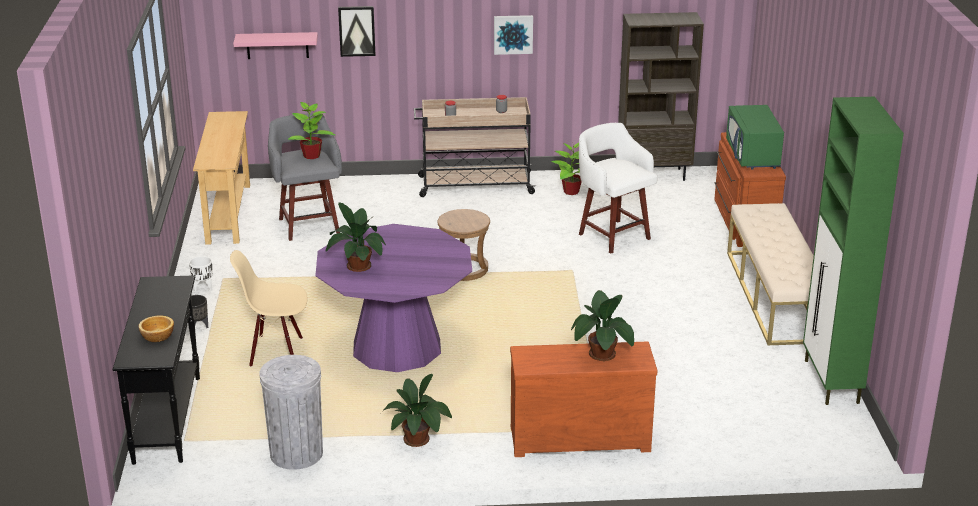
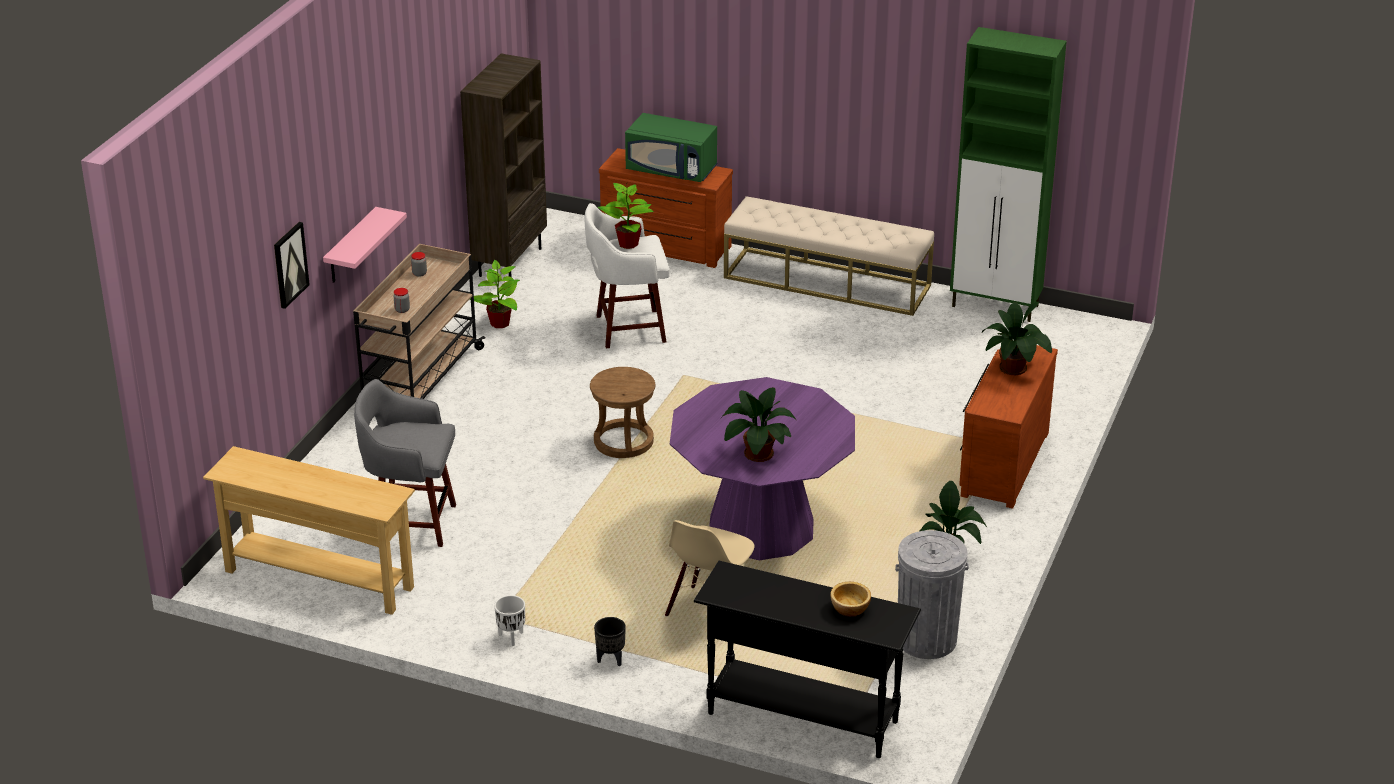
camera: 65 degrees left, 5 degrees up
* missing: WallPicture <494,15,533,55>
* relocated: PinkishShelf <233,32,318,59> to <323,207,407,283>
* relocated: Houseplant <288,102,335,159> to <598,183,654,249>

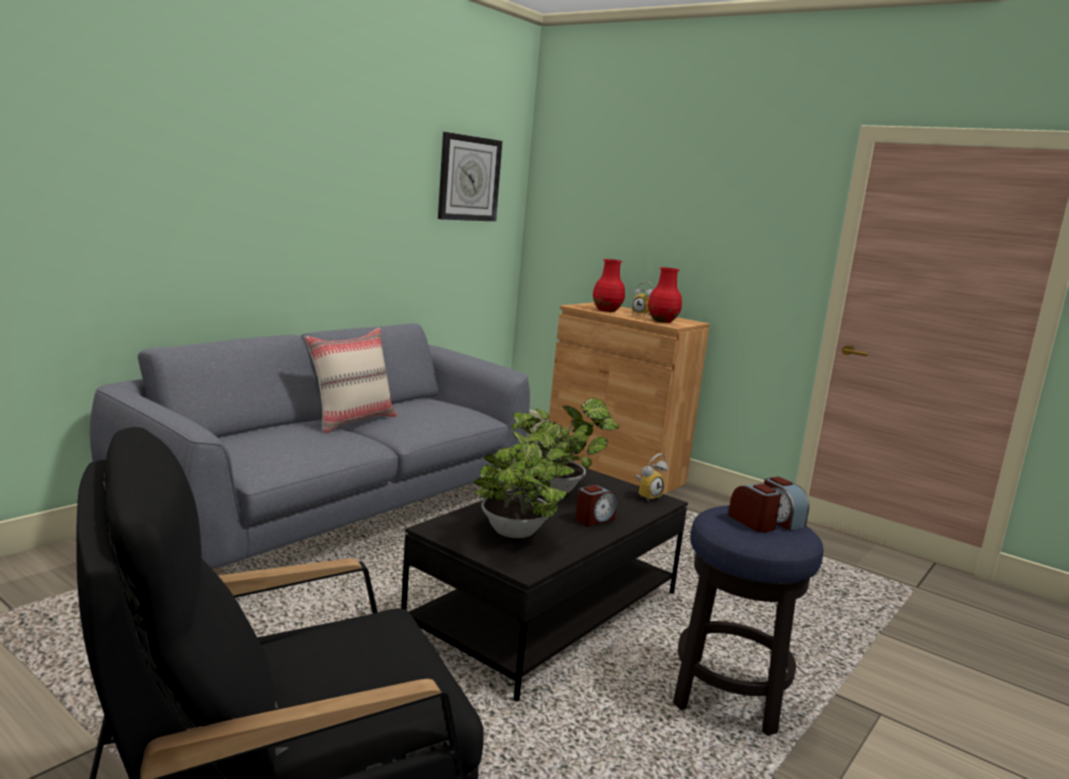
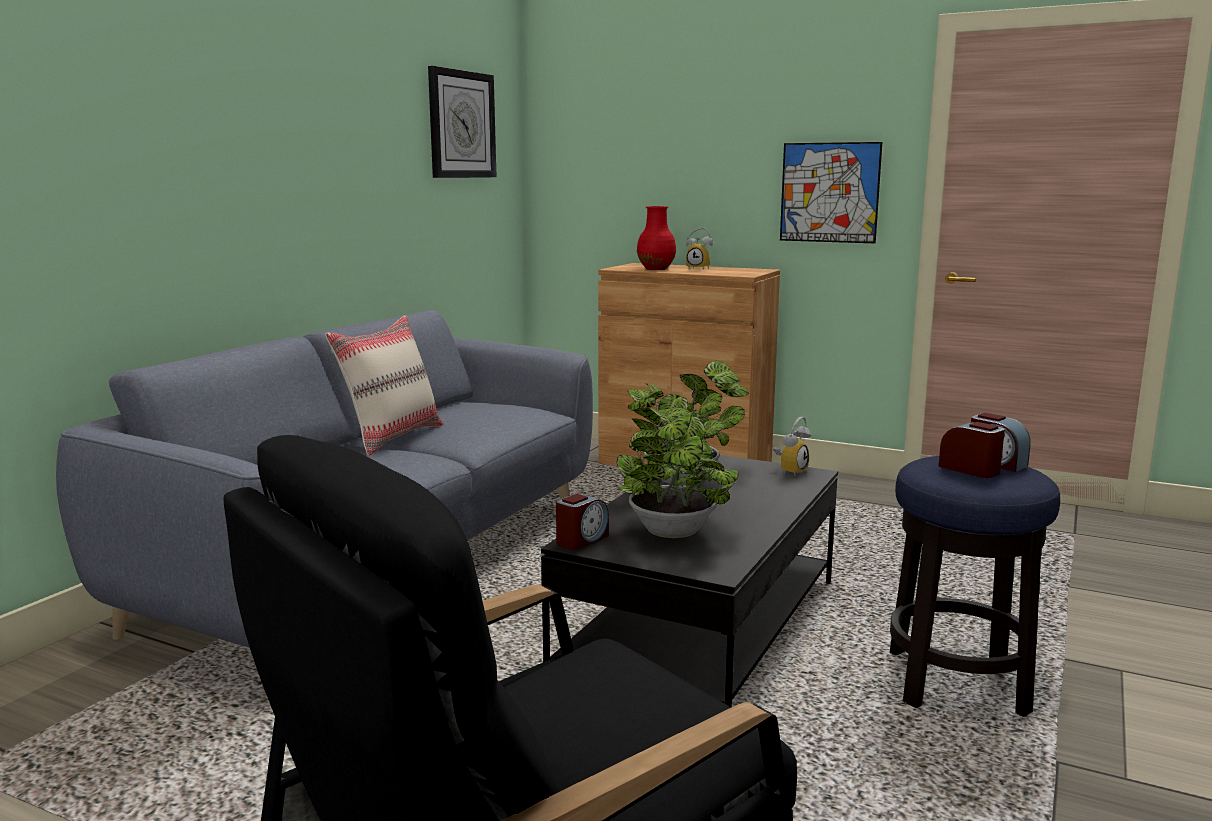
camera: 10 degrees left, 0 degrees up
* missing: ReddishDecorativeVase <648,267,682,323>
* relocated: AlarmClock <576,485,617,526> to <556,493,609,550>
* appeared: WallPicture <780,142,882,243>

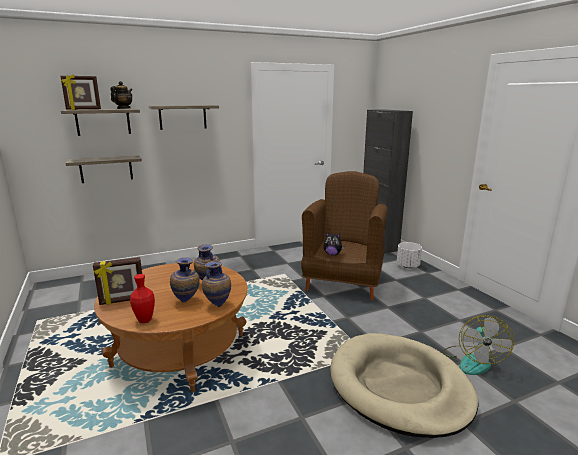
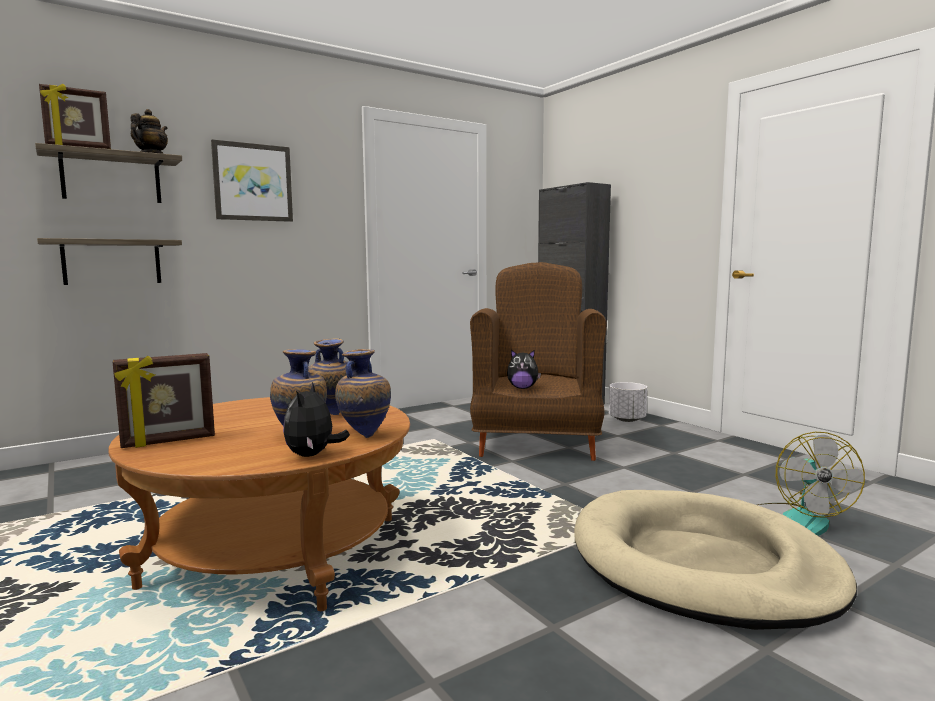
camera: 10 degrees left, 10 degrees down
* exchanged: Shelf <149,105,219,130> to WallPicture <211,139,293,222>
* missing: ReddishDecorativeVase <130,274,155,323>
* appeared: SoftToy <283,382,350,457>

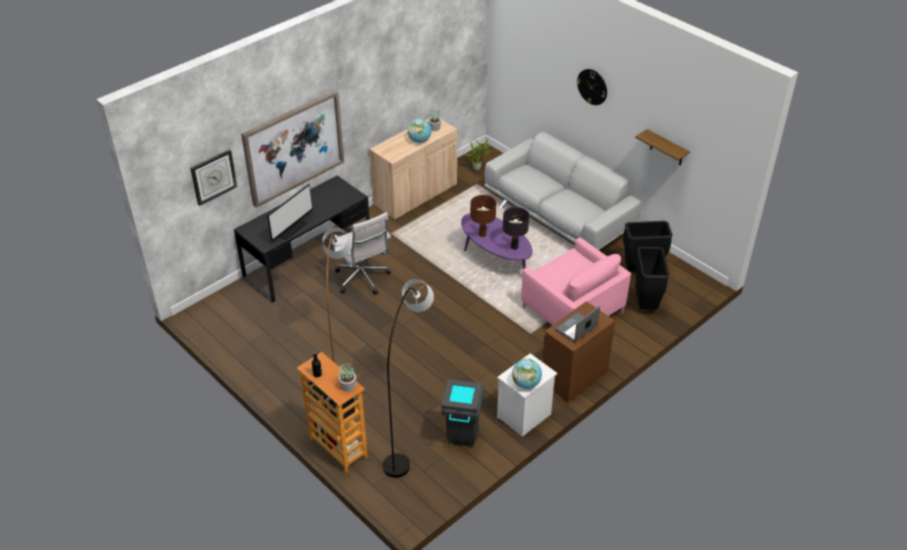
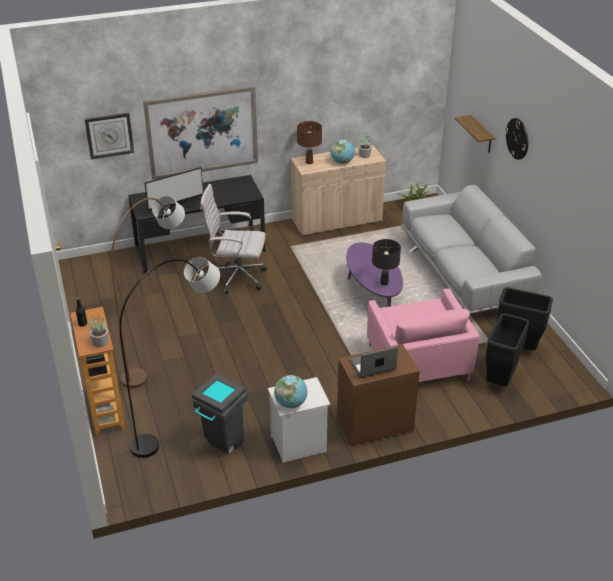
camera: 25 degrees right, 5 degrees down
* relocated: Shelf <635,129,690,165> to <455,115,495,153>
* relocated: BrownishTabletopLamp <470,195,496,237> to <297,121,322,164>
* spun: WhitishDeskChair <331,212,391,295> = <200,184,267,294> 105 degrees clockwise

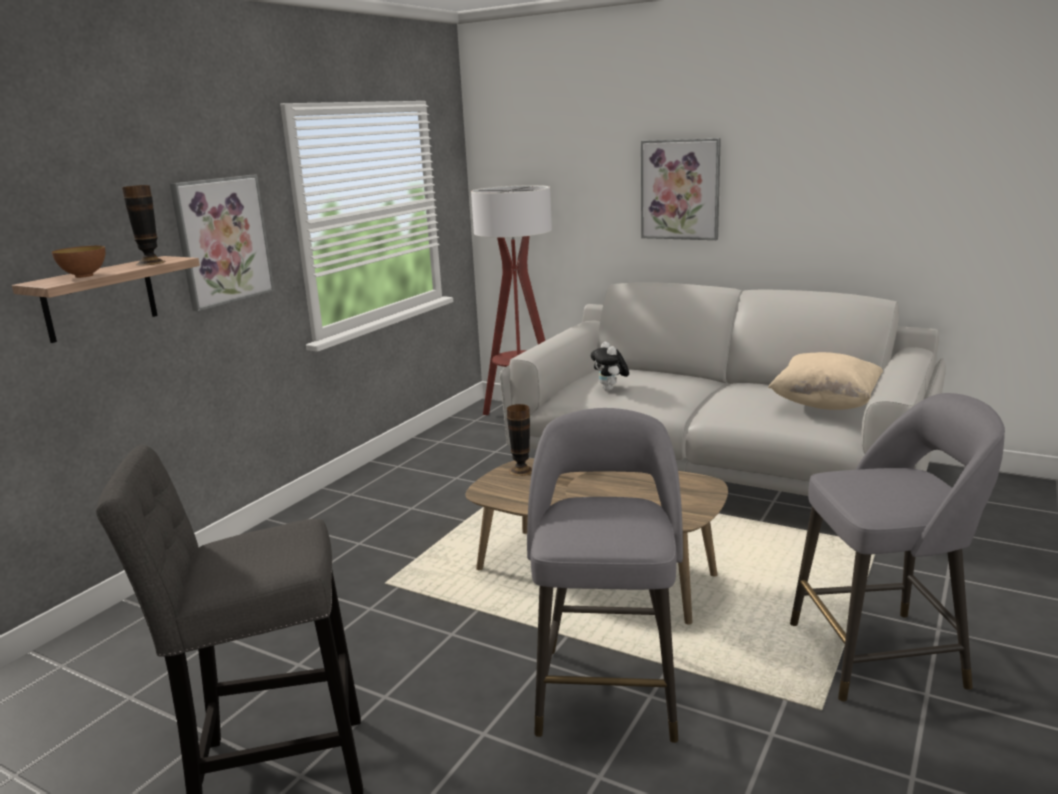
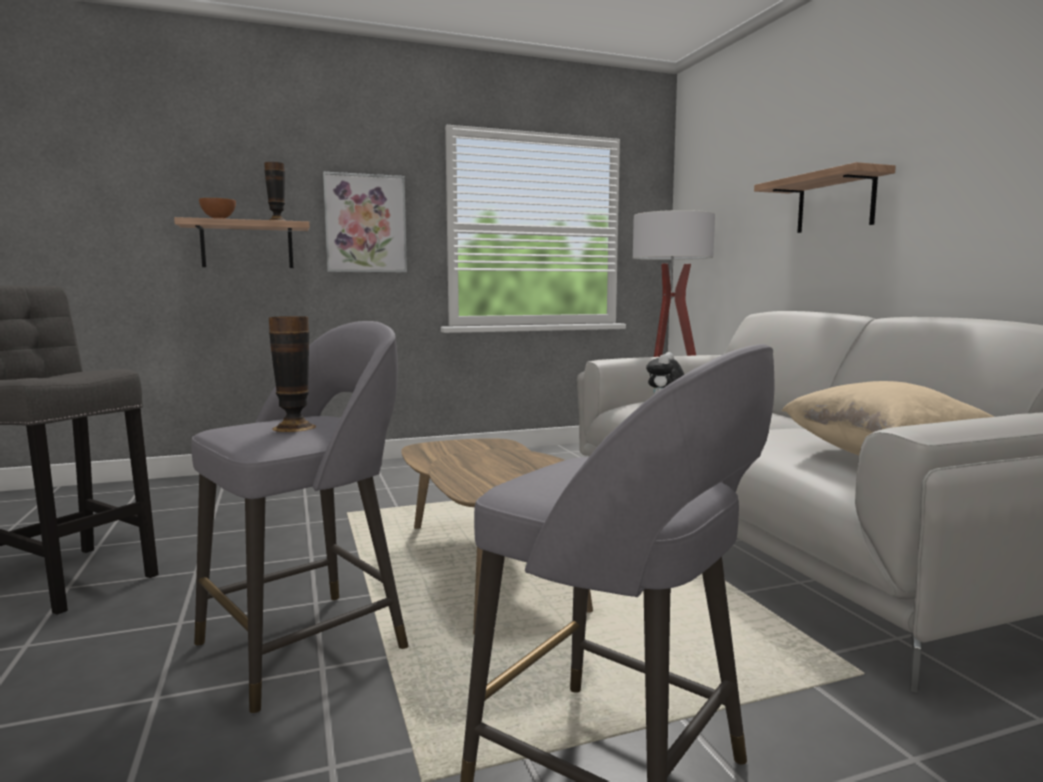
camera: 40 degrees right, 10 degrees down
* exchanged: WallPicture <641,138,721,240> to Shelf <754,162,896,233>
* relocated: DecorativeVase <507,404,532,476> to <269,316,316,432>

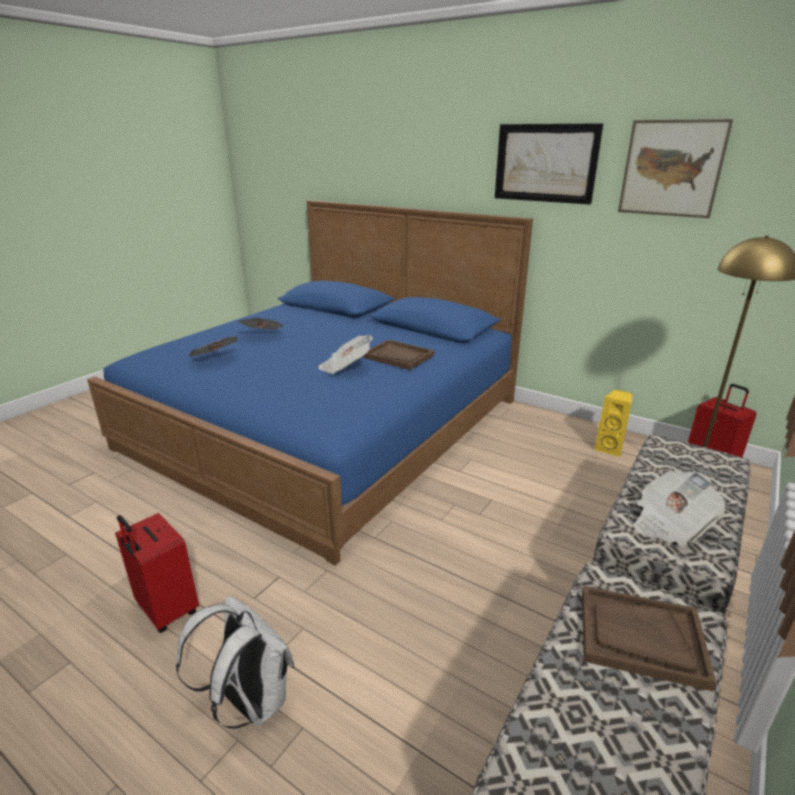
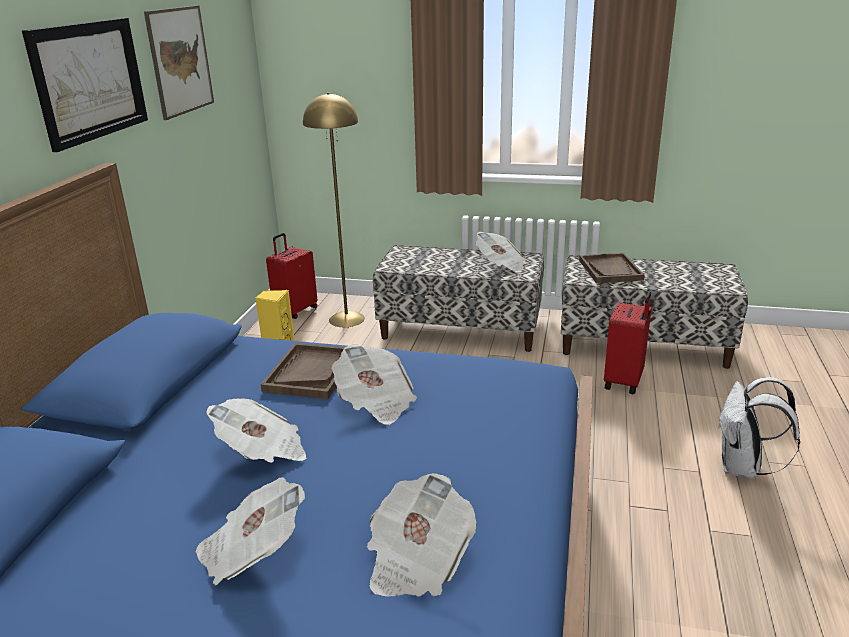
camera: 110 degrees left, 0 degrees up
* relocated: ReddishSuitcase <115,513,199,633> to <604,292,652,394>
* appeared: Newspaper <207,398,307,463>

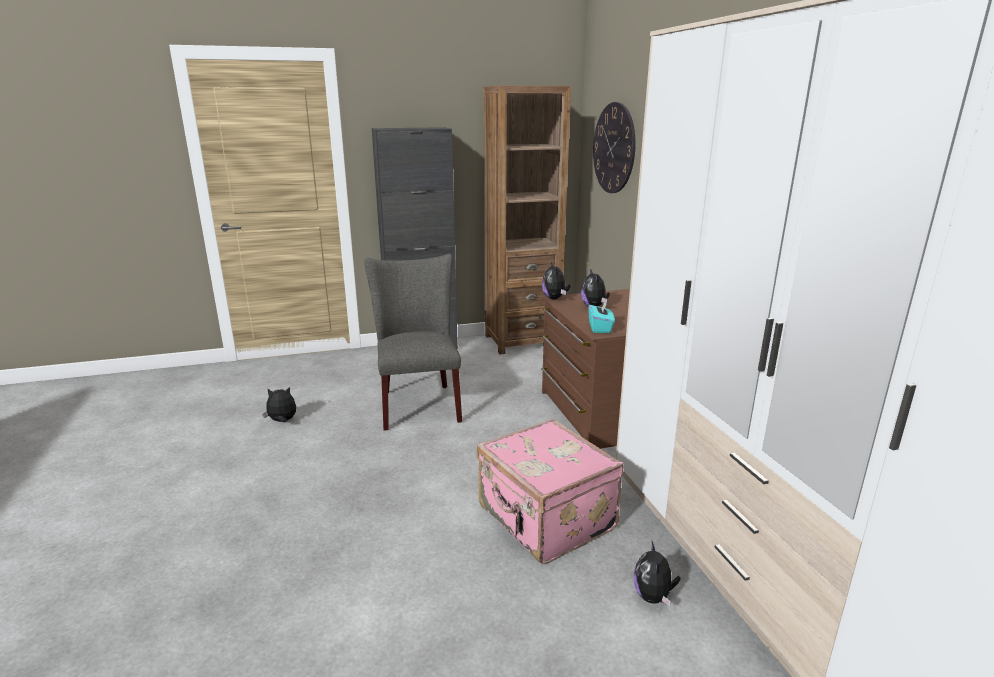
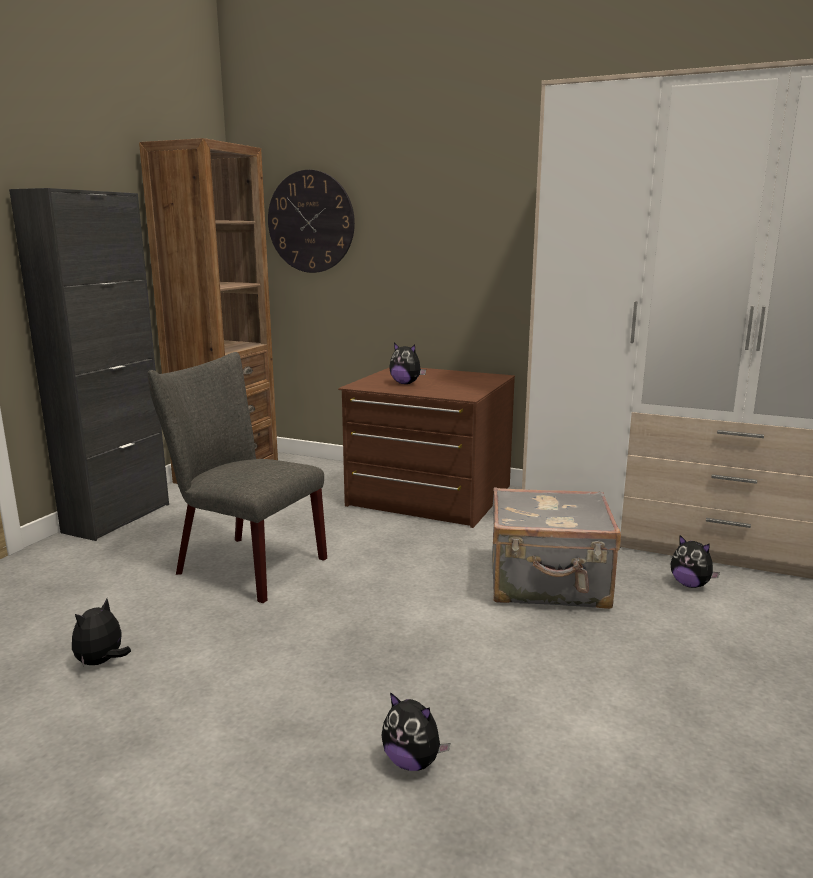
camera: 50 degrees left, 5 degrees down
* relocated: SoftToy <542,262,570,299> to <382,692,450,771>
* missing: TurquoiseColouredBoxOfTissues <588,301,615,333>
* colour: PinkishSuitcase <477,419,624,564> to GraySuitcase <492,487,621,609>

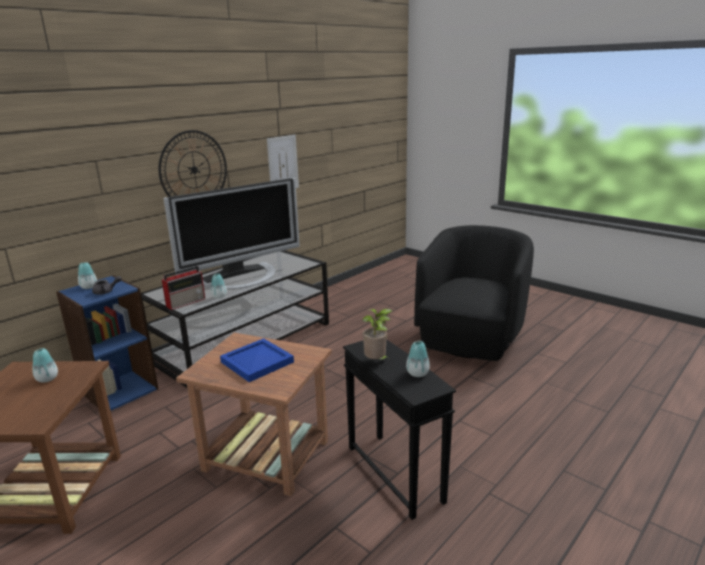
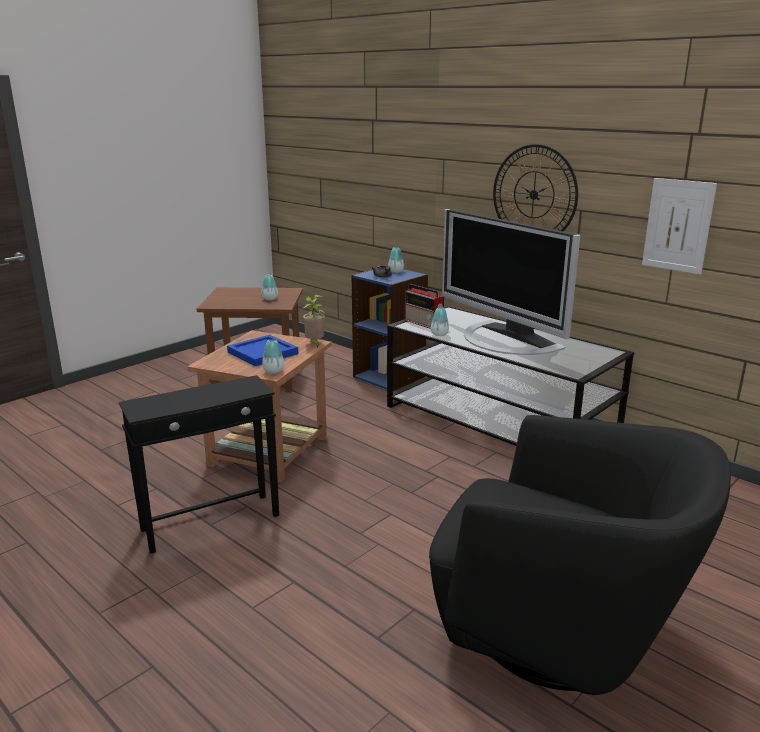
camera: 90 degrees right, 0 degrees up
* relocated: Houseplant <362,309,392,360> to <302,295,325,348>
* relocated: DecorativeVase <406,341,430,377> to <262,340,284,374>

